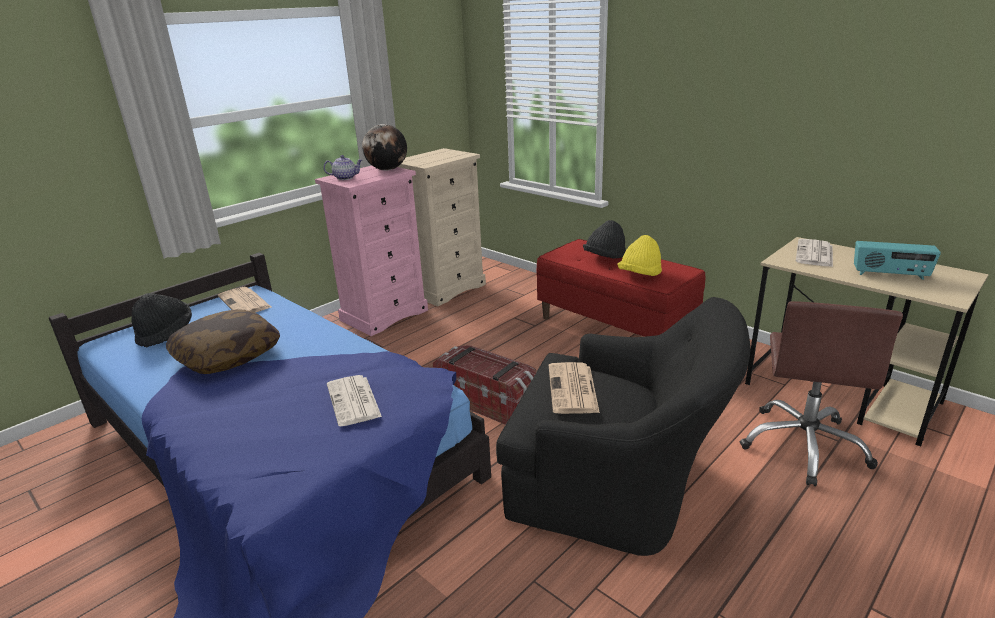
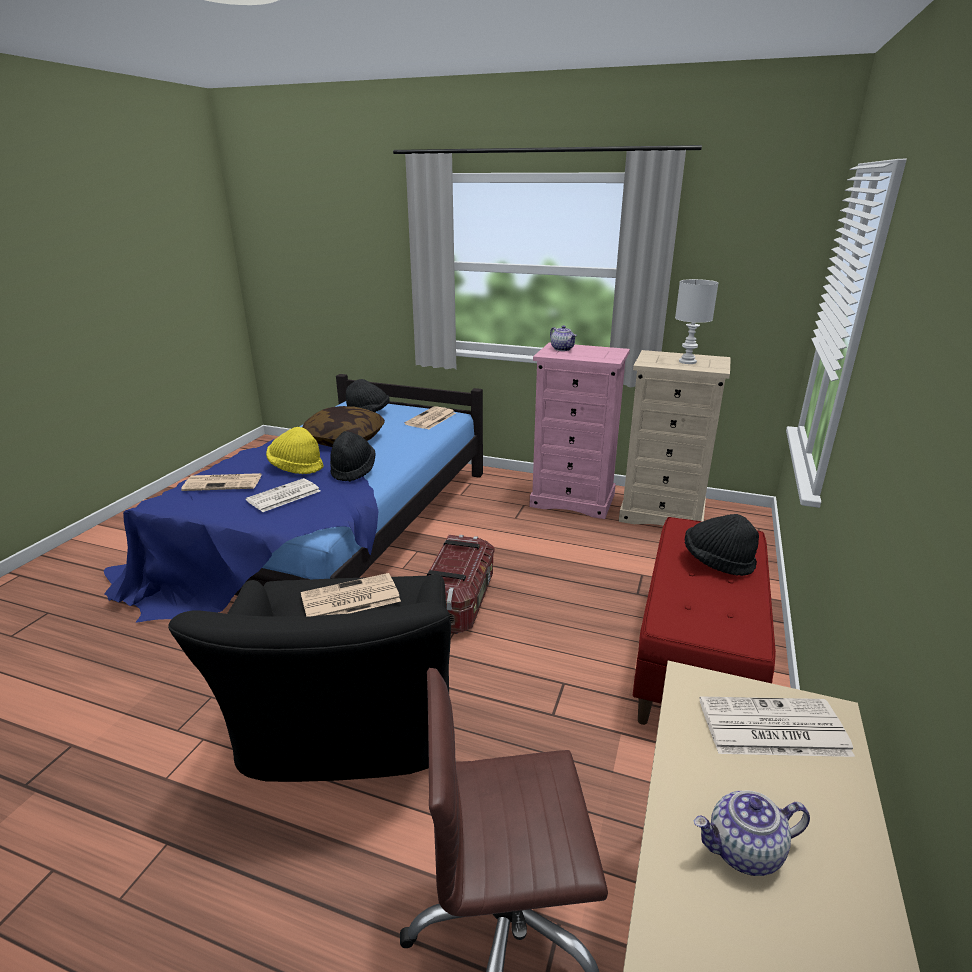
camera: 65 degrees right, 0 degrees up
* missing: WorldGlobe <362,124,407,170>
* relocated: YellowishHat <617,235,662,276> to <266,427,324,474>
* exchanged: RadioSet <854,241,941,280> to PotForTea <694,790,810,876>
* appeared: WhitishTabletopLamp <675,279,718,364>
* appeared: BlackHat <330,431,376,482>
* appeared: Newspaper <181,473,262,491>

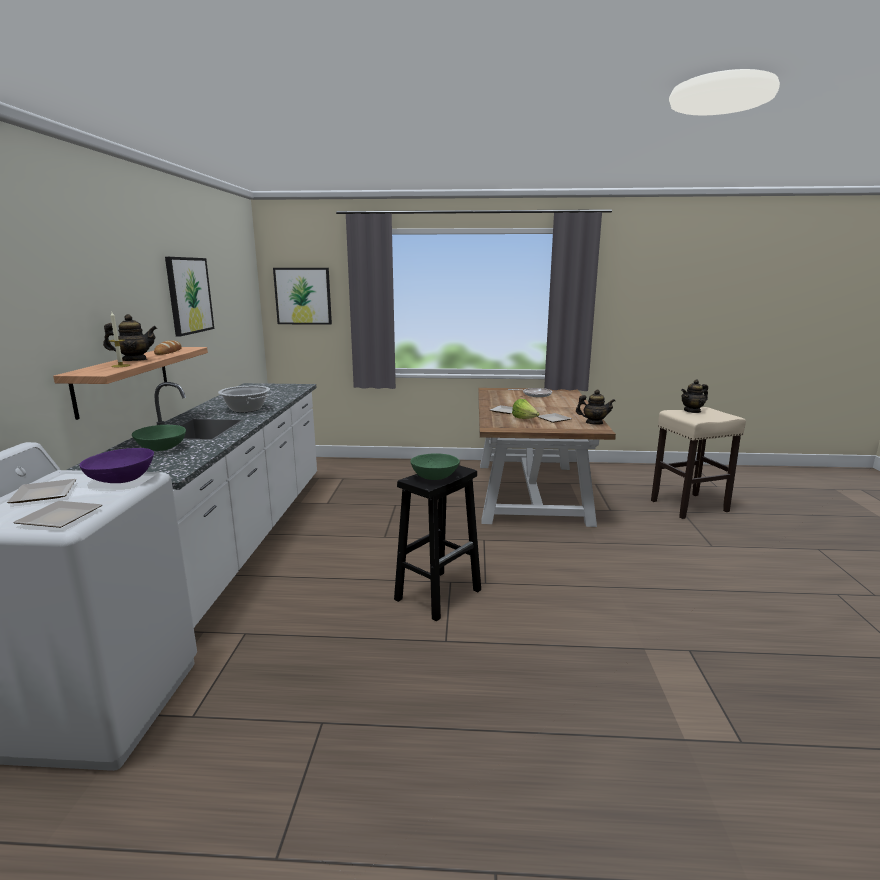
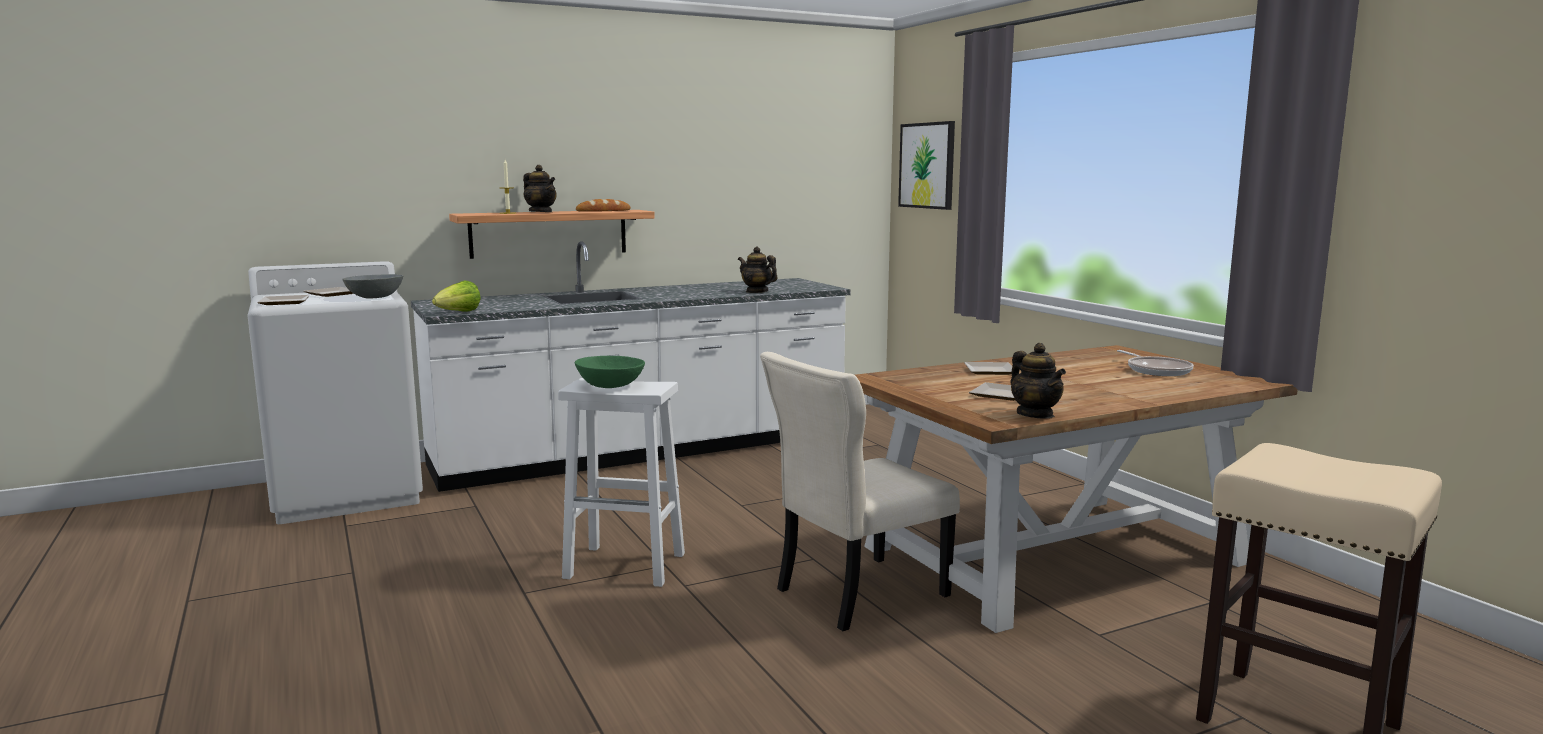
camera: 60 degrees right, 5 degrees down
* missing: WallPicture <165,257,214,336>
* relocated: PotForTea <681,379,708,413> to <738,247,777,293>
* missing: CookingPot <218,386,270,413>
* relocated: LettuceHead <512,399,540,419> to <432,280,481,312>
* missing: GreenColouredBowl <132,425,186,451>
* colour: PurplishBowl <80,448,154,483> to GrayBowl <342,274,403,298>
* colour: BlackStoolSeat <394,465,481,622> to WhitishStoolSeat <558,378,685,587>
* appeared: SandColouredUprightChair <760,352,960,631>

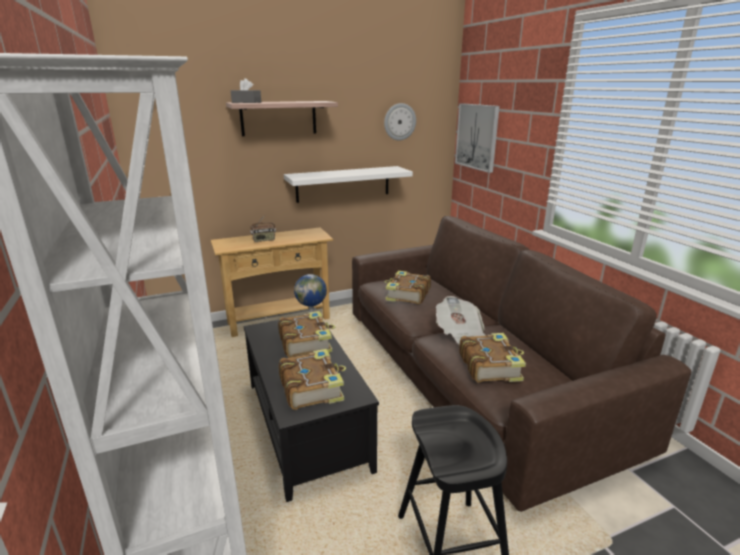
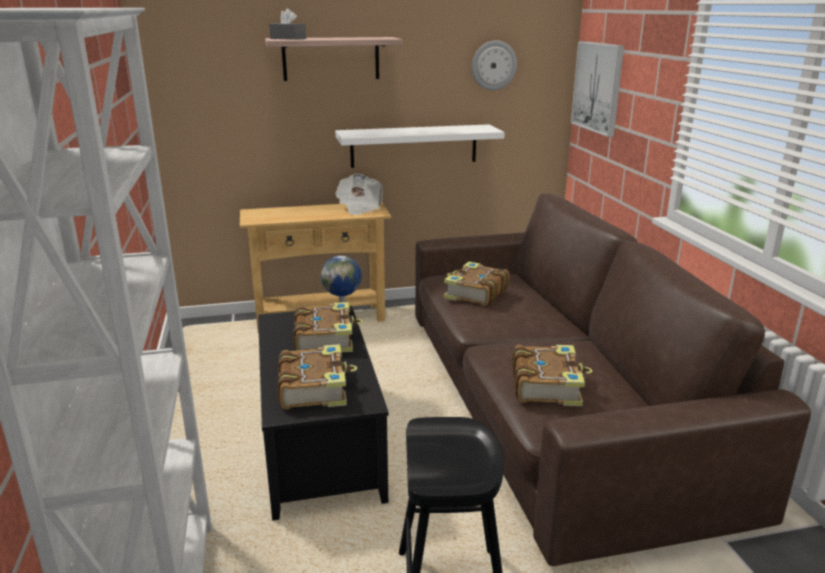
camera: 10 degrees right, 0 degrees up
* missing: RadioSet <250,214,276,242>
* relocated: Newspaper <436,296,486,345> to <335,174,383,215>

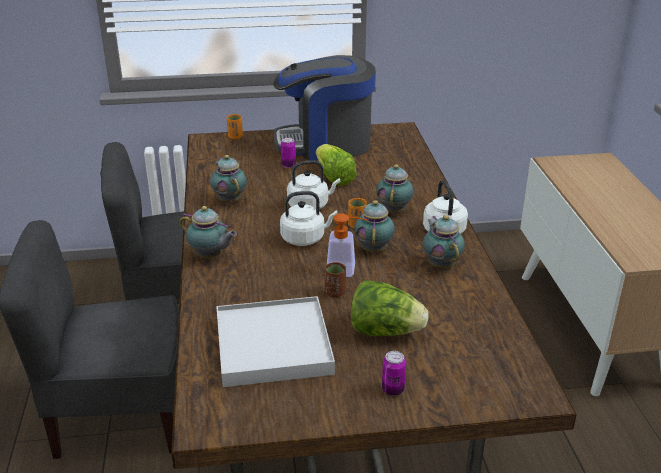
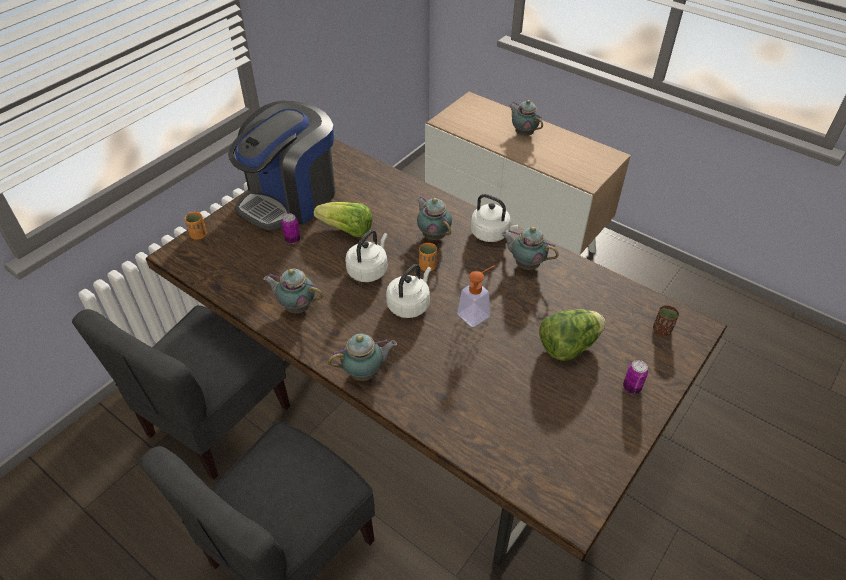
camera: 45 degrees left, 15 degrees up
* relocated: PotForTea <354,200,395,253> to <509,100,543,136>
* relocated: BrownishSmallCup <325,262,346,298> to <653,305,679,336>
* missing: WhitishTray <216,296,335,387>

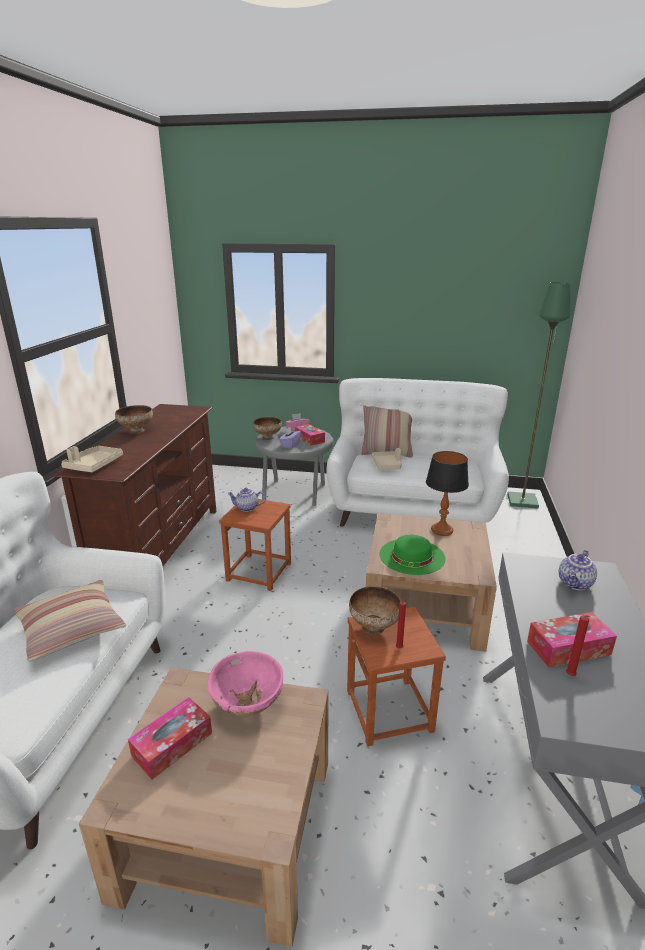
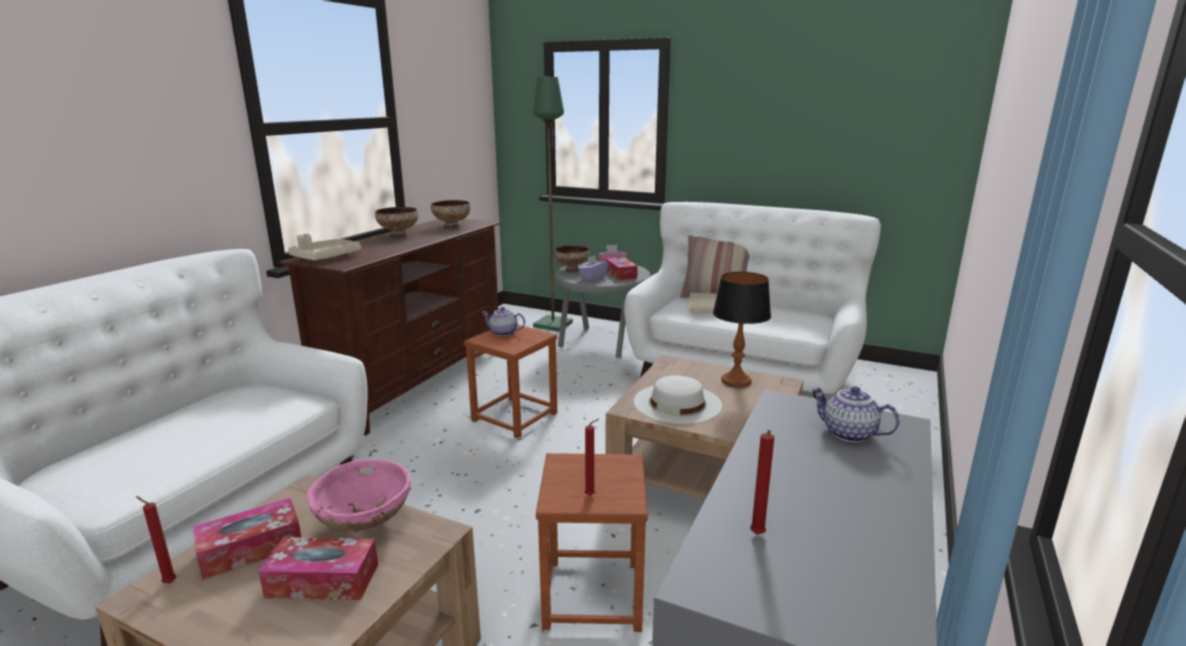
camera: 15 degrees right, 5 degrees down
* relocated: GreenColouredStandardLamp <507,282,570,508> to <533,77,573,331>
* colour: GreenColouredHat <380,535,446,575> to WhitishHat <634,375,722,424>
* spun: PotForTea <559,550,597,590> = <811,386,900,443> 75 degrees clockwise
* missing: Cushion <13,580,126,662>
* relocated: Bowl <349,586,401,635> to <431,200,470,228>
* relocated: BoxOfTissues <527,612,617,667> to <258,537,378,600>
* appeared: ReddishWaxLight <135,496,176,583>

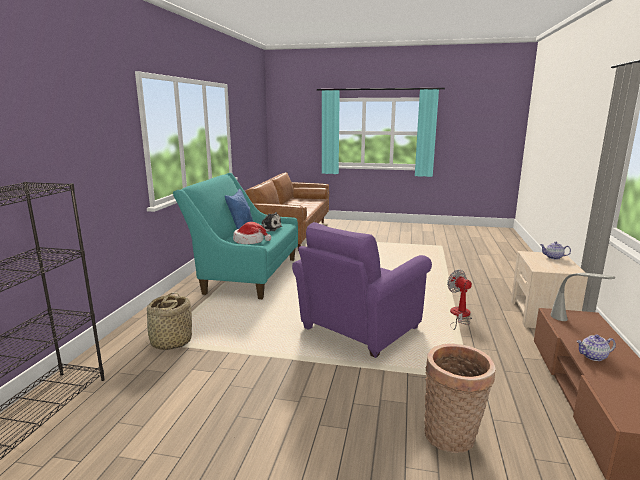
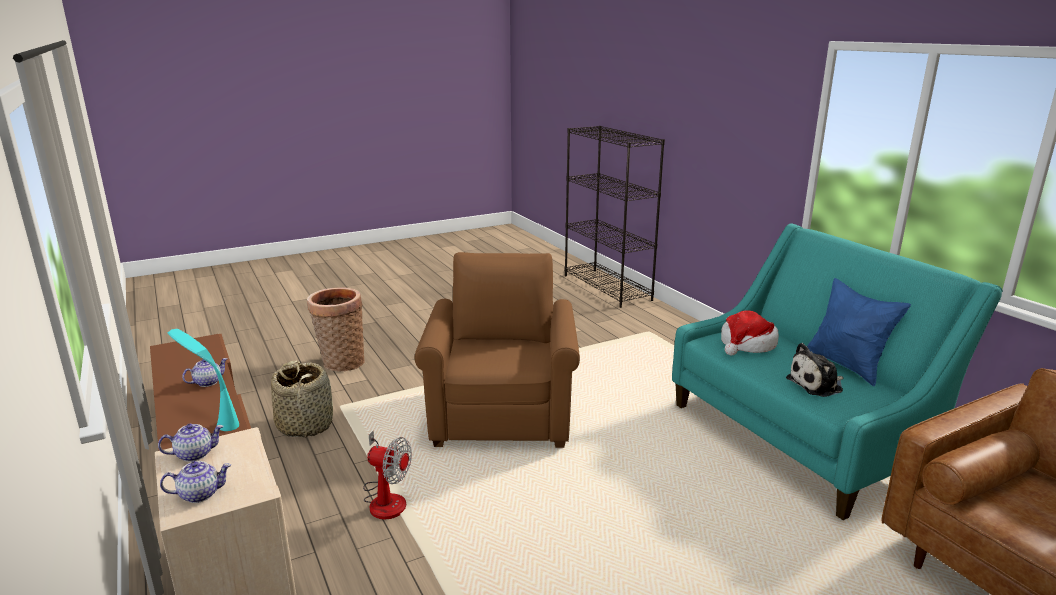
camera: 140 degrees right, 5 degrees up
* colour: PurplishLoungeChair <292,222,432,358> to BrownishLoungeChair <415,252,580,448>
* colour: GrayTabletopLamp <550,273,615,321> to TurquoiseColouredTabletopLamp <168,329,239,431>
* relocated: Basket <146,292,192,350> to <271,361,333,438>
* appeared: PotForTea <158,424,223,462>

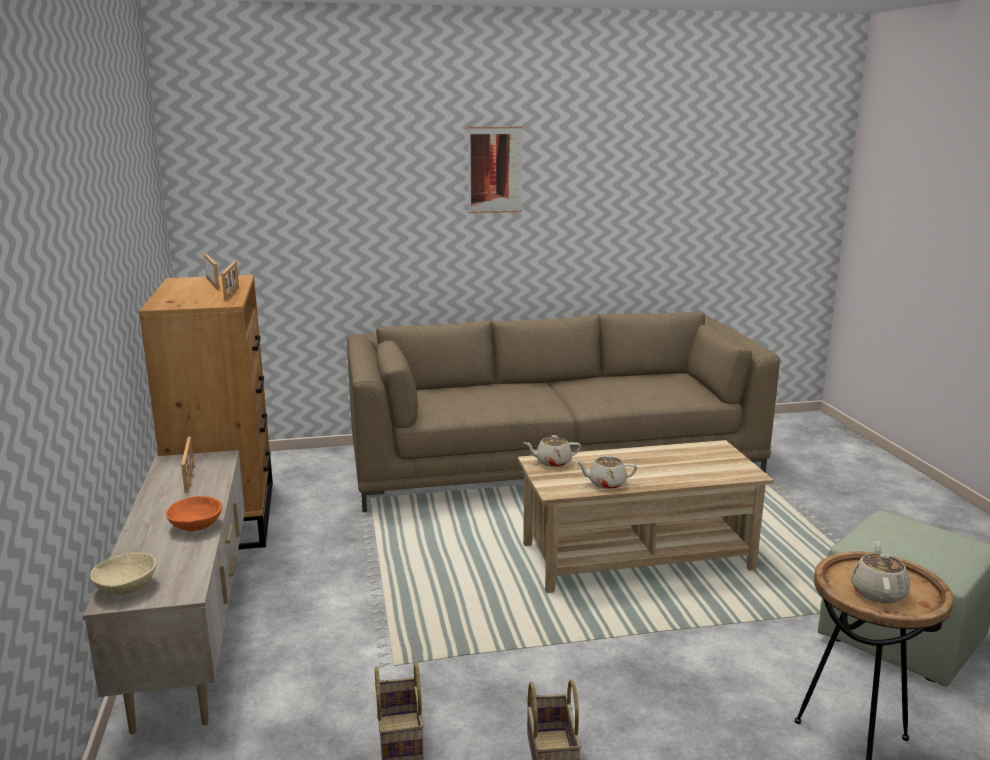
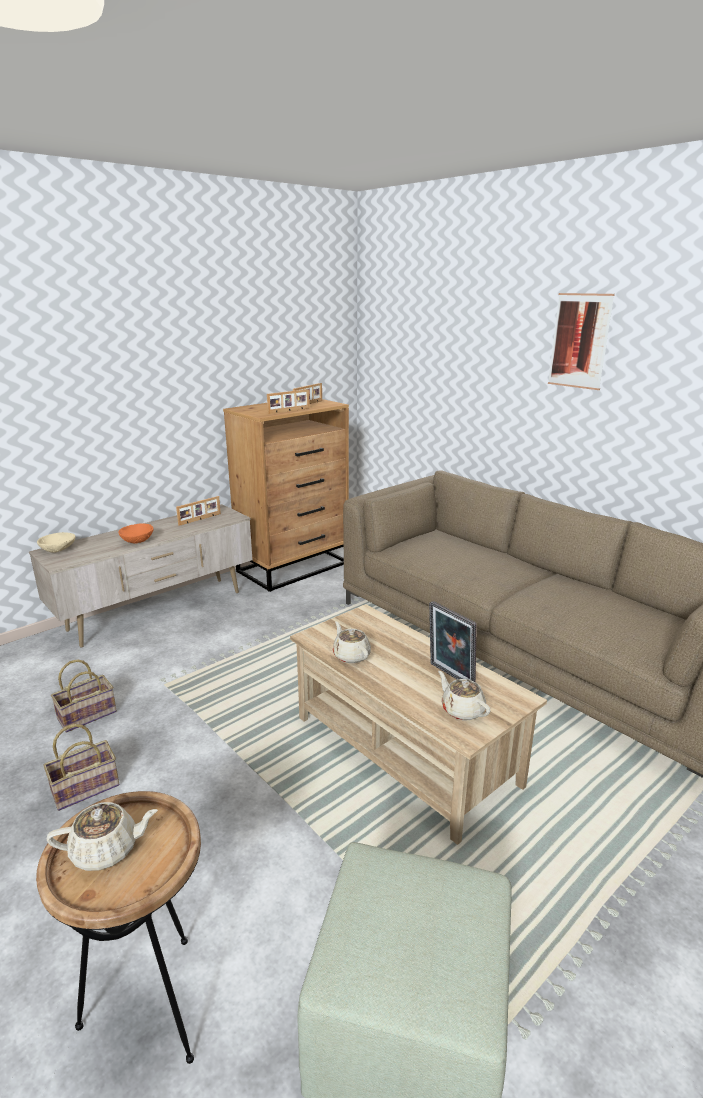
camera: 60 degrees right, 5 degrees up
* relocated: SandColouredPotForTea <524,435,581,467> to <438,671,491,720>
* appeared: PhotoFrame <429,601,477,682>

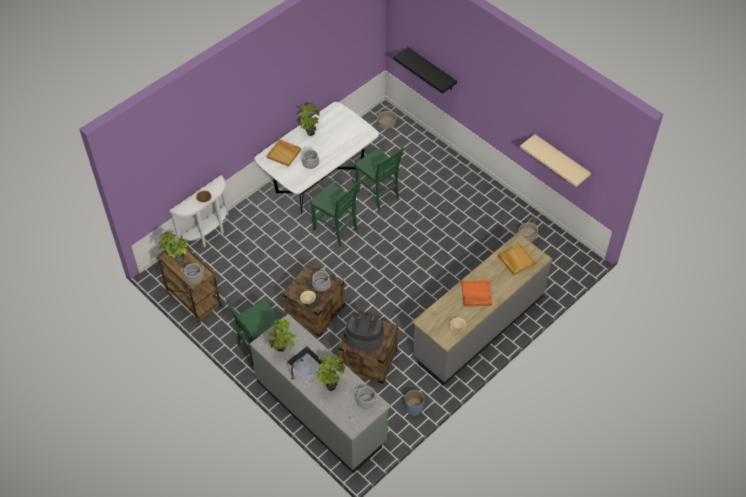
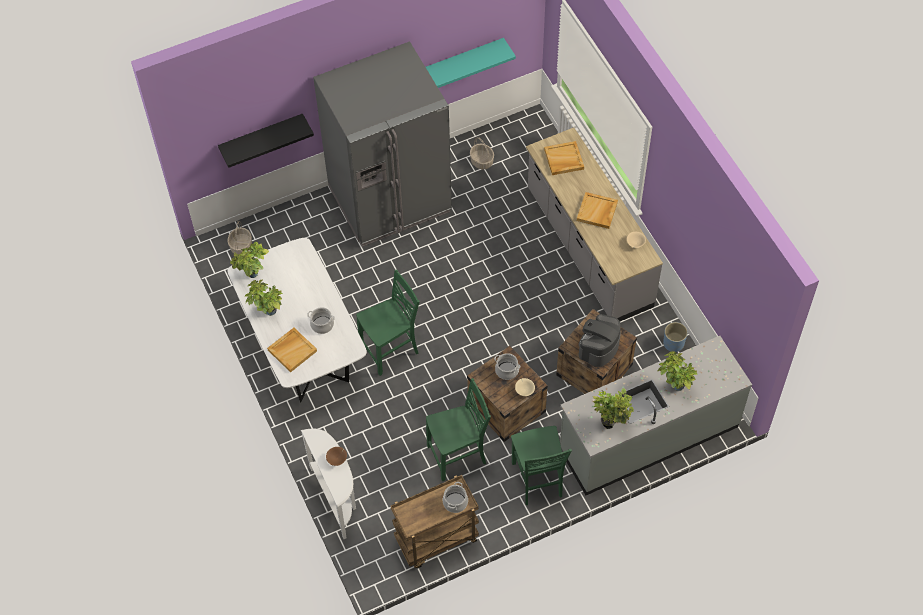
camera: 70 degrees left, 5 degrees up
* colour: SandColouredShelf <520,134,591,187> to TurquoiseColouredShelf <426,38,516,88>
* relocated: GreenColouredUprightChair <355,147,404,211> to <426,378,491,481>
* relocated: Houseplant <158,231,188,261> to <230,242,269,278>
* colour: OrangeColouredTray <462,280,492,306> to SandColouredTray <577,192,618,229>
* missing: CookingPot <355,386,378,410>
* appeared: GrayKitchenFridge <313,41,452,247>

